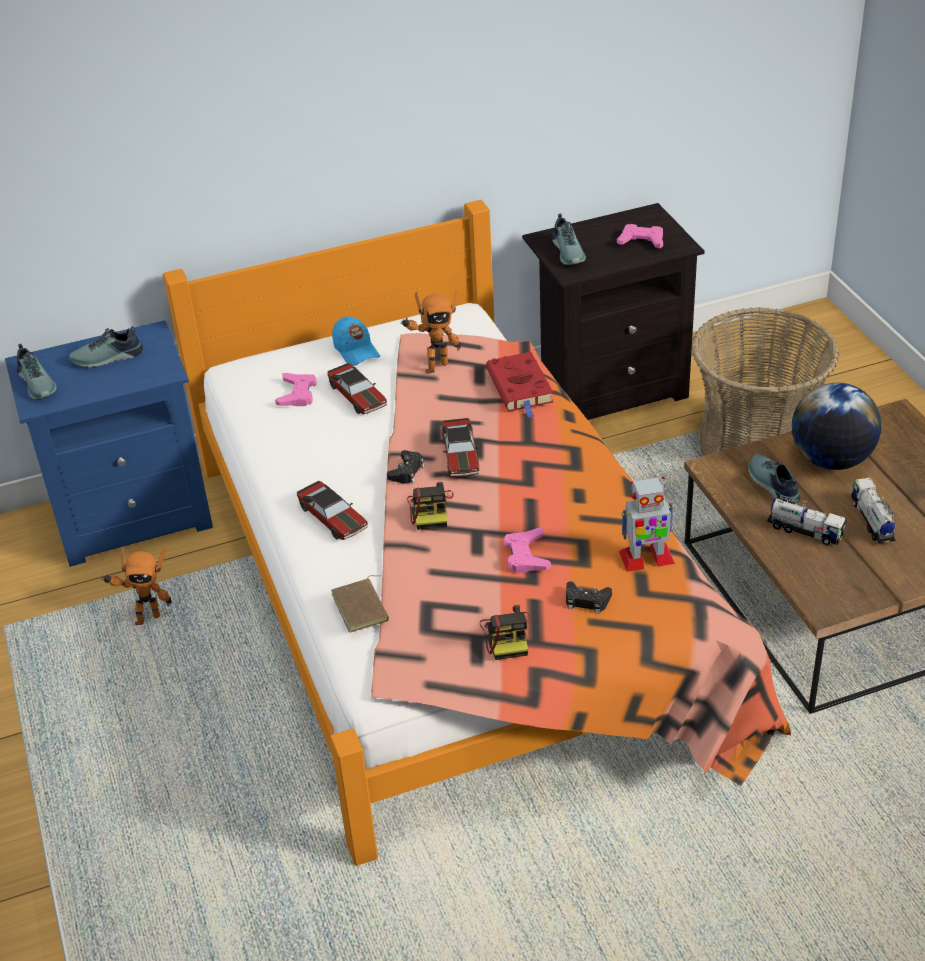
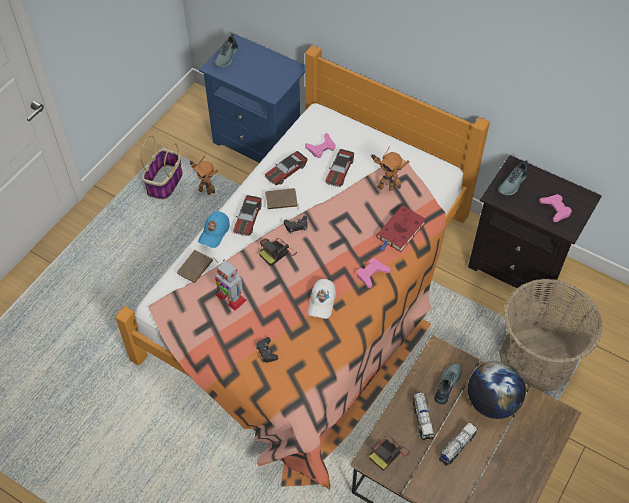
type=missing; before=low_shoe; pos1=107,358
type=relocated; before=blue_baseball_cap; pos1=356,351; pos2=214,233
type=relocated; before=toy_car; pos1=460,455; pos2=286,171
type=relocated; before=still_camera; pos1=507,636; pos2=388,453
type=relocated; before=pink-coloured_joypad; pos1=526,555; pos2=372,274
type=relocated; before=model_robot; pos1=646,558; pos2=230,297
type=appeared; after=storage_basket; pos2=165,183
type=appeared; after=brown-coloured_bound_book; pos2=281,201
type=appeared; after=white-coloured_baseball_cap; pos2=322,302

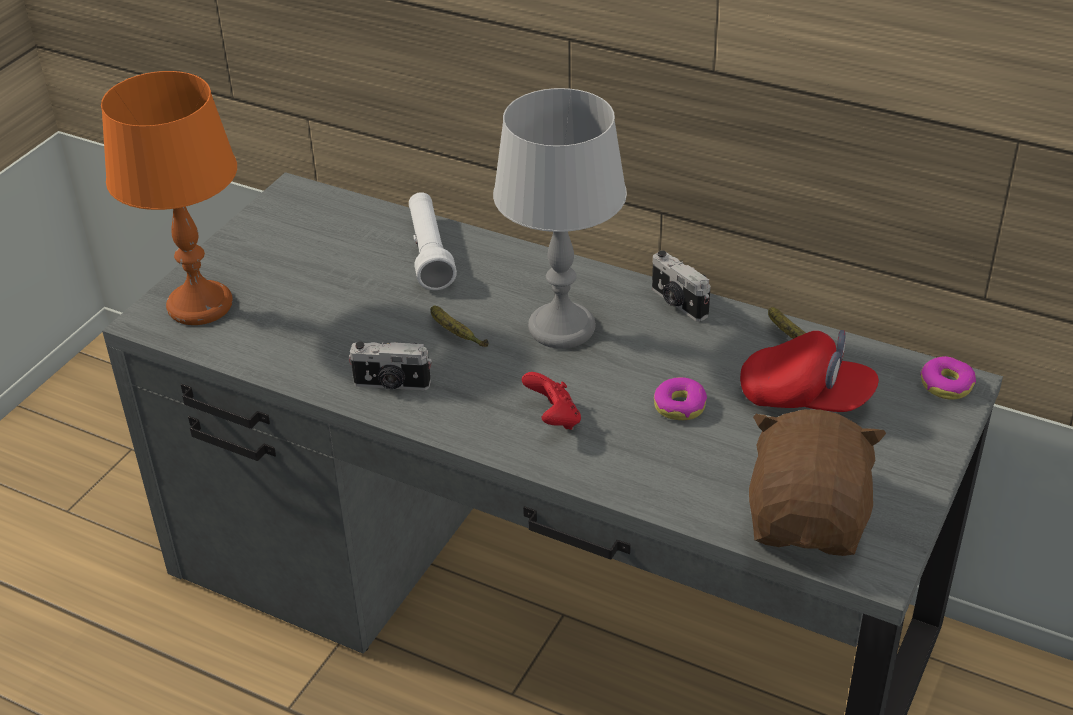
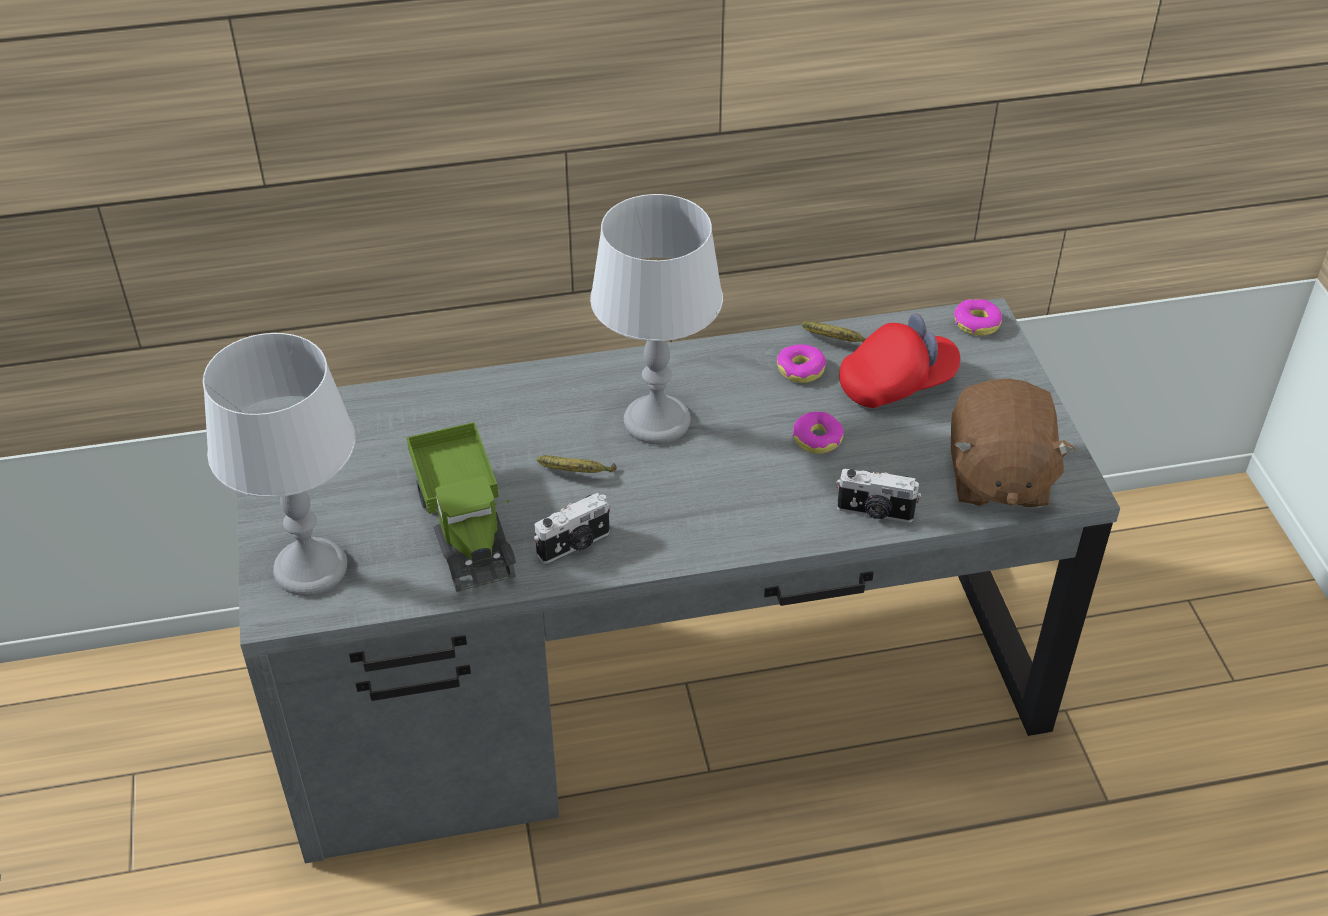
type=colour; before=orange_tabletop_lamp; after=grey_tabletop_lamp; pos1=199,305; pos2=310,570
type=missing; before=white-coloured_torch; pos1=429,252
type=missing; before=red-coloured_joypad; pos1=553,419
type=relocated; before=still_camera; pos1=677,303; pos2=875,512
type=spun; before=brown-coloured_soft_toy; pos1=808,520; pos2=997,477; turn=-150
type=appeared; after=toy_lorry; pos2=466,525
type=appeared; after=donut; pos2=801,369

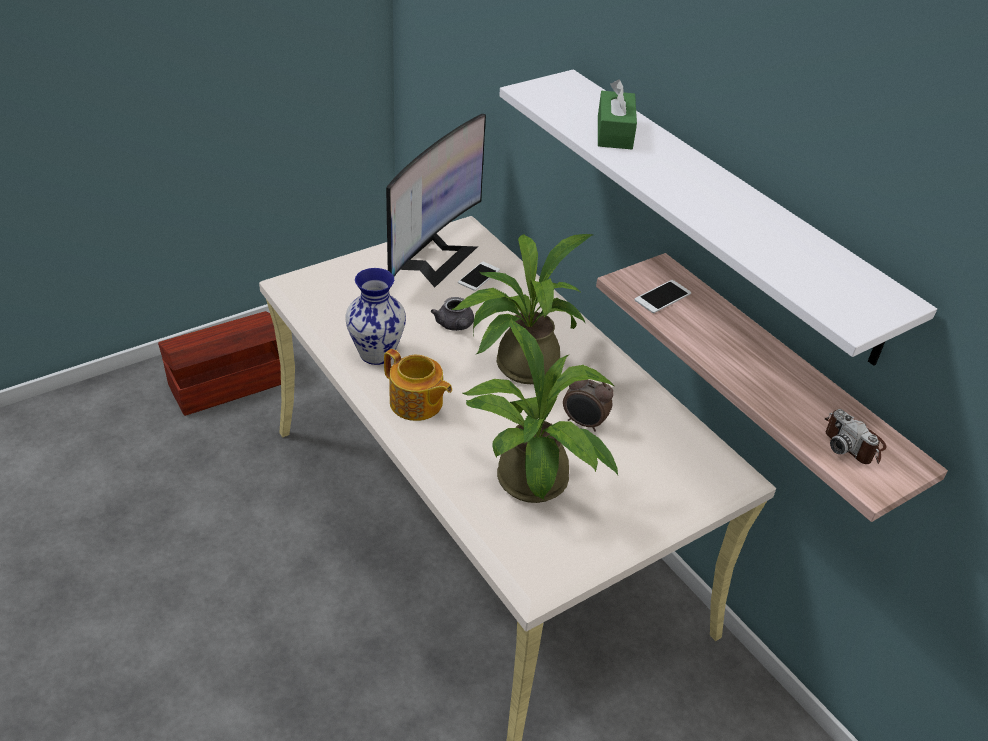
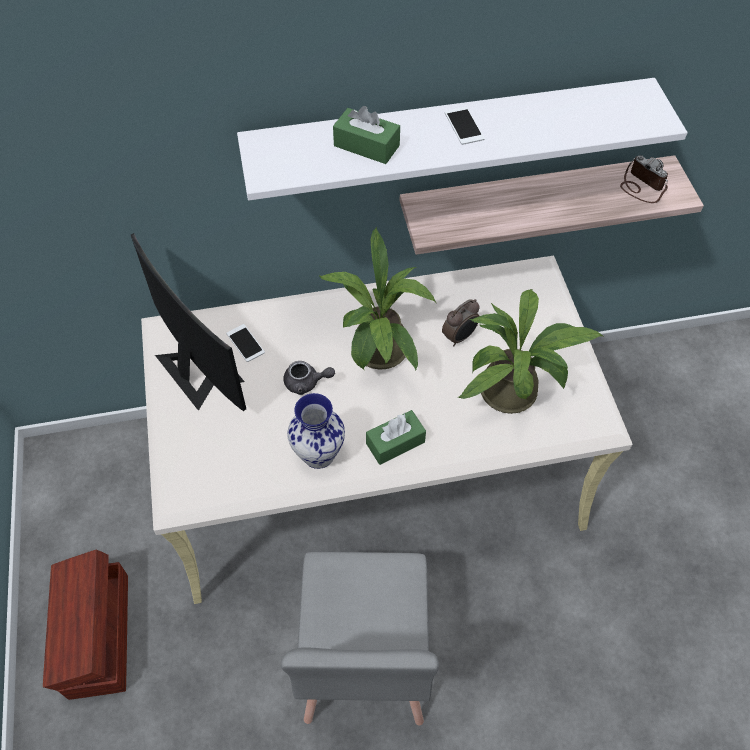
type=exchanged; before=teapot; after=green_tissue_box; pos1=416,403; pos2=395,443
type=relocated; before=telephone; pos1=662,297; pos2=464,126
type=spun; before=still_camera; pos1=853,442; pos2=641,186; turn=-120
type=appeared; after=grey_upright_chair; pos2=363,663

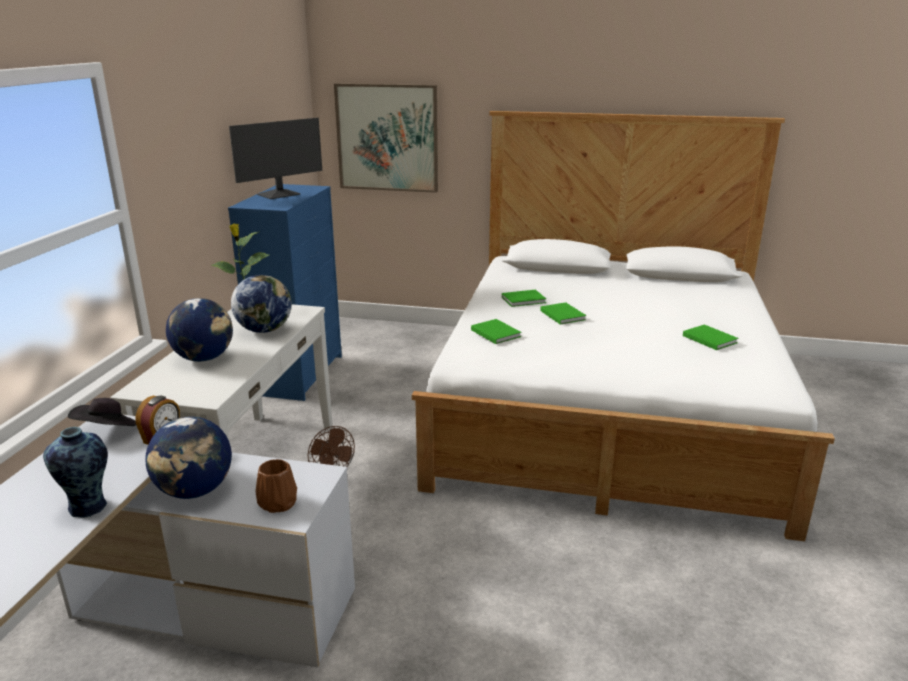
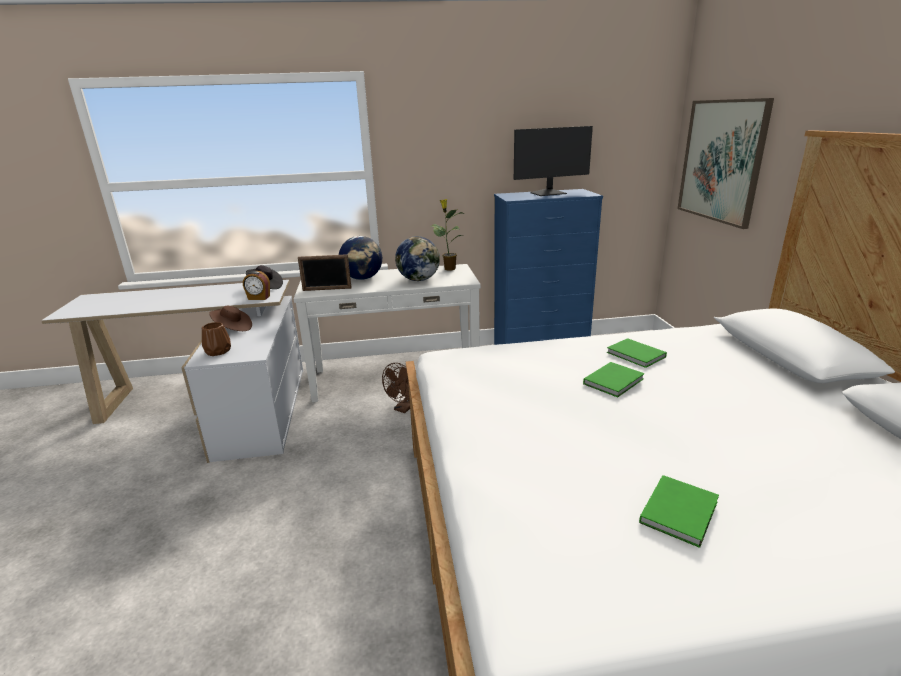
type=missing; before=vase; pos1=88,508
type=exchanged; before=desk_globe; after=brown-coloured_wearable_hat; pos1=195,491; pos2=233,329
type=spun; before=monitor; pos1=279,194; pos2=549,193; turn=-45
type=missing; before=green_bound_book; pos1=495,333
type=appeared; after=standing_frame; pos2=327,289

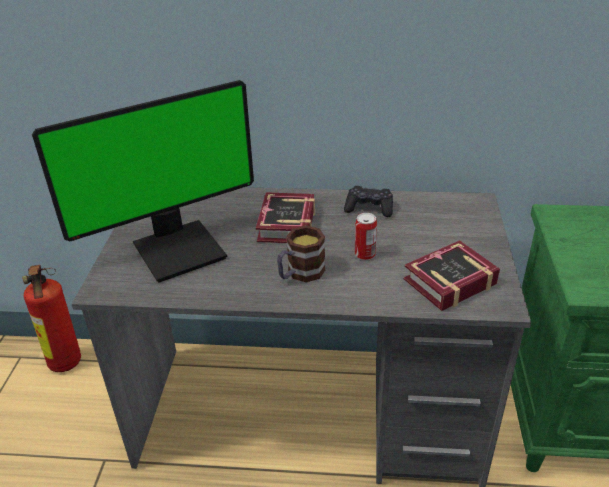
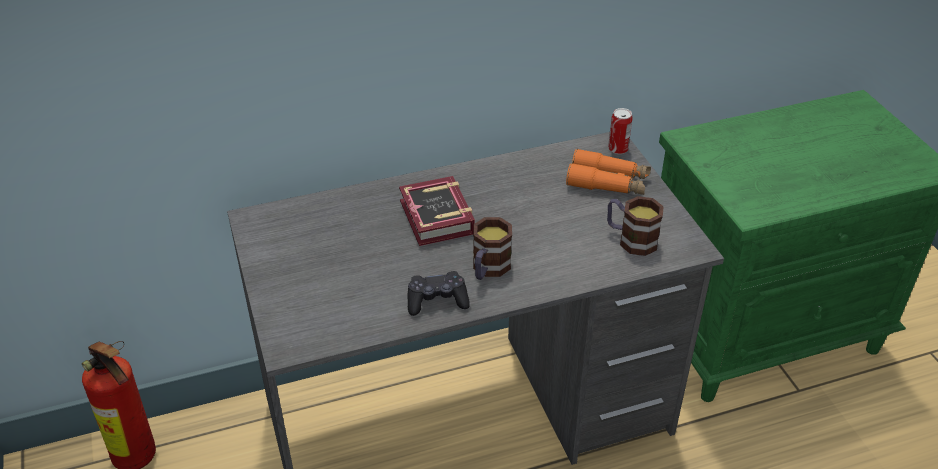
type=missing; before=monitor; pos1=179,249
type=relocated; before=black-coloured_joypad; pos1=369,208; pos2=437,300
type=relocated; before=sealed_can; pos1=365,254; pos2=618,149
type=exchanged; before=bound_book; after=mug; pos1=445,282; pos2=630,239
type=appeared; after=orange_binoculars; pos2=608,182

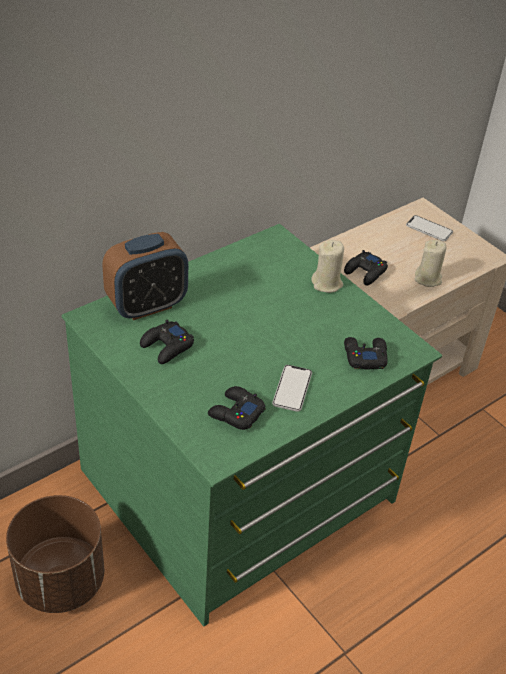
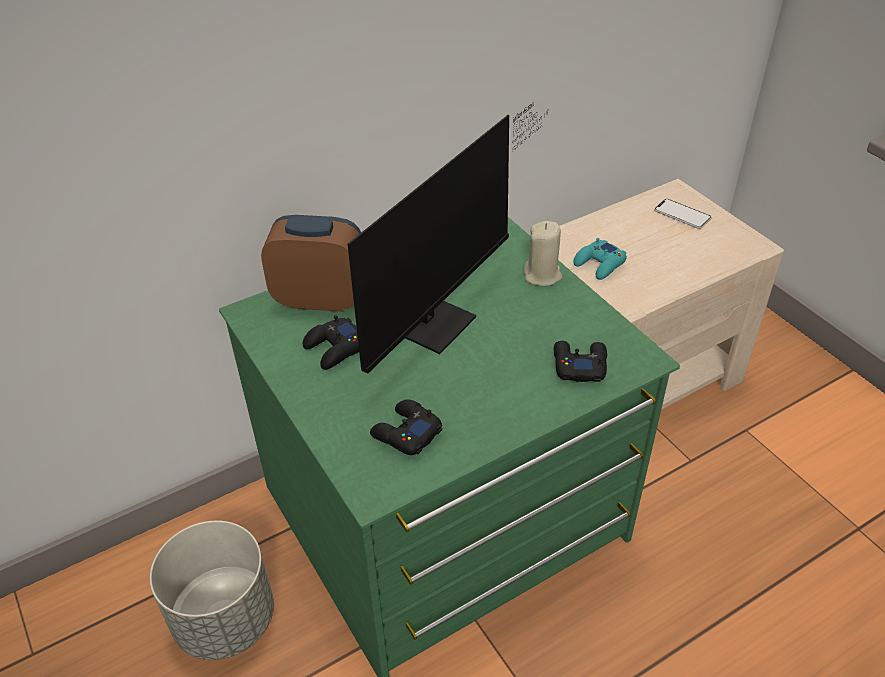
type=colour; before=brown-coloured_flower_pot; after=grey_flower_pot; pos1=61,581; pos2=225,620
type=spun; before=alarm_clock; pos1=147,305; pos2=320,299; turn=-150
type=missing; before=telephone; pos1=292,389
type=colour; before=black-coloured_joypad; after=turquoise-coloured_joypad; pos1=365,272; pos2=599,264
type=missing; before=beige_wax_candle; pos1=428,279
type=appeared; after=monitor; pos2=441,317

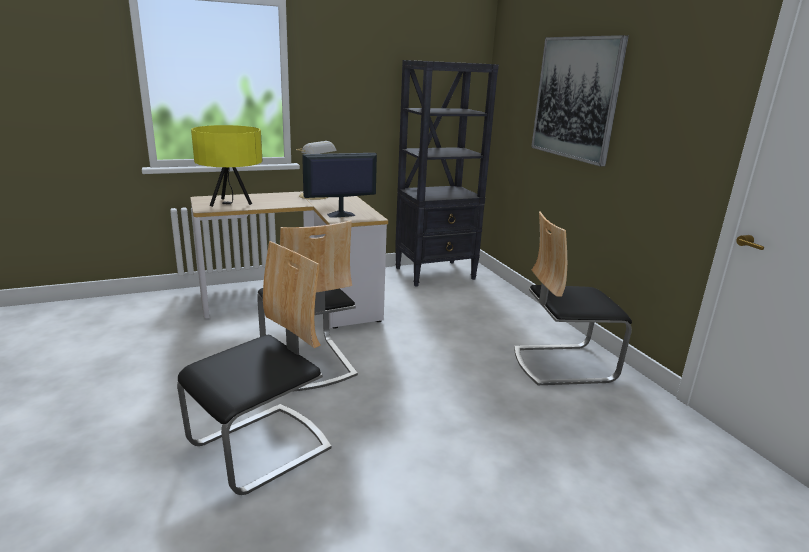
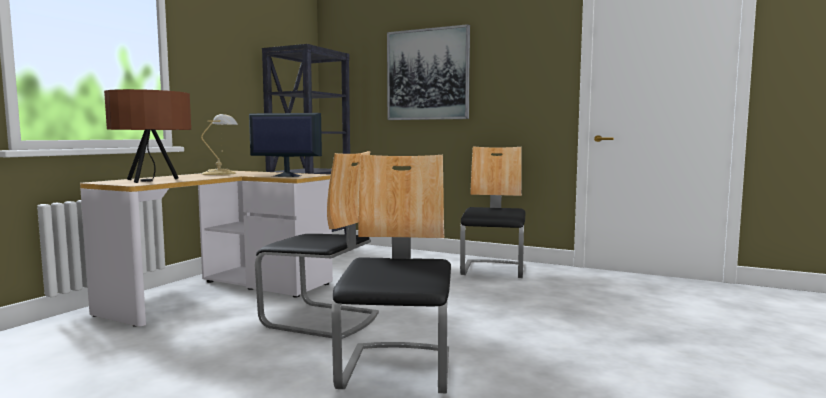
type=colour; before=yellow_tabletop_lamp; after=brown-coloured_tabletop_lamp; pos1=232,204; pos2=153,181
type=spun; before=monitor; pos1=340,215; pos2=286,176; turn=75
type=spun; before=upright_chair; pos1=562,364; pos2=493,270; turn=150

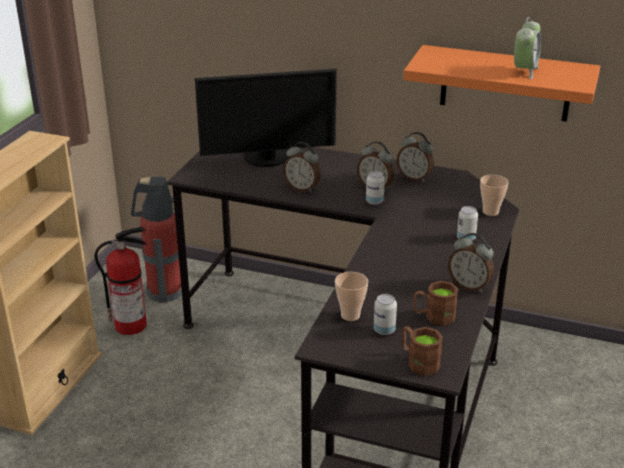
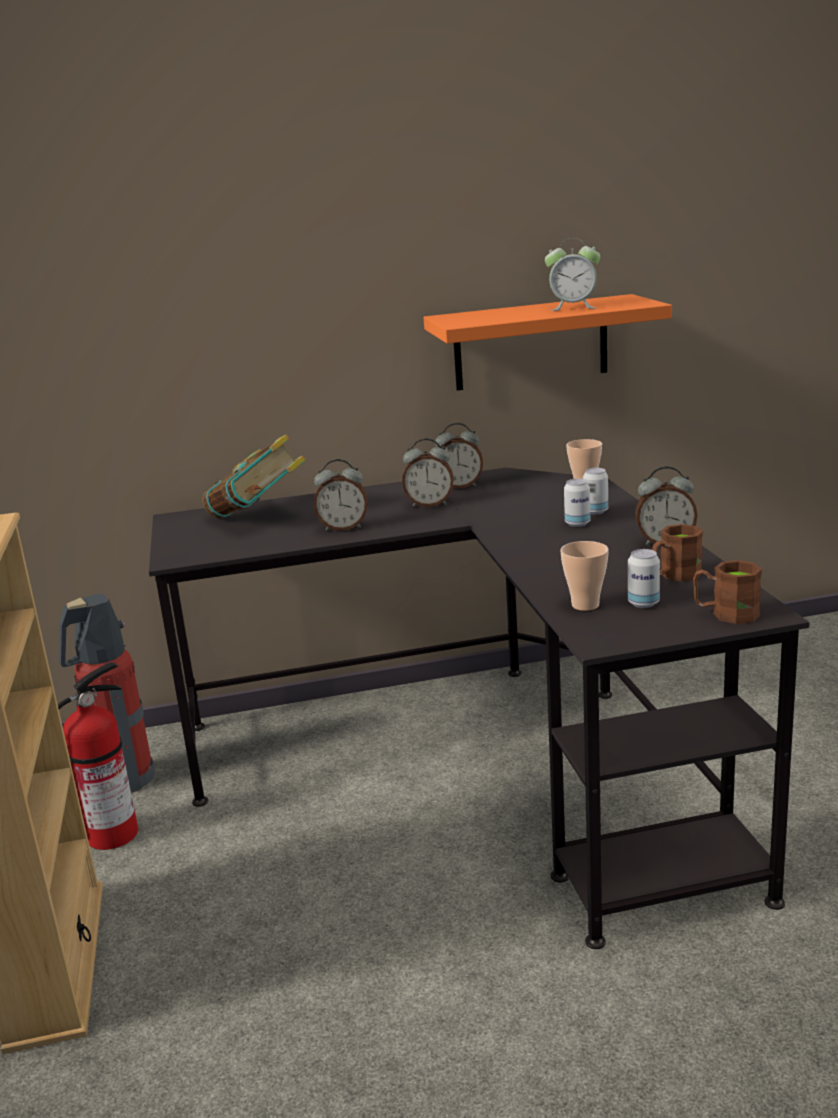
type=exchanged; before=monitor; after=bound_book; pos1=267,159; pos2=258,518
type=relocated; before=sealed_can; pos1=374,201; pos2=577,523
type=spun; before=alarm_clock; pos1=524,71; pos2=573,307; turn=105

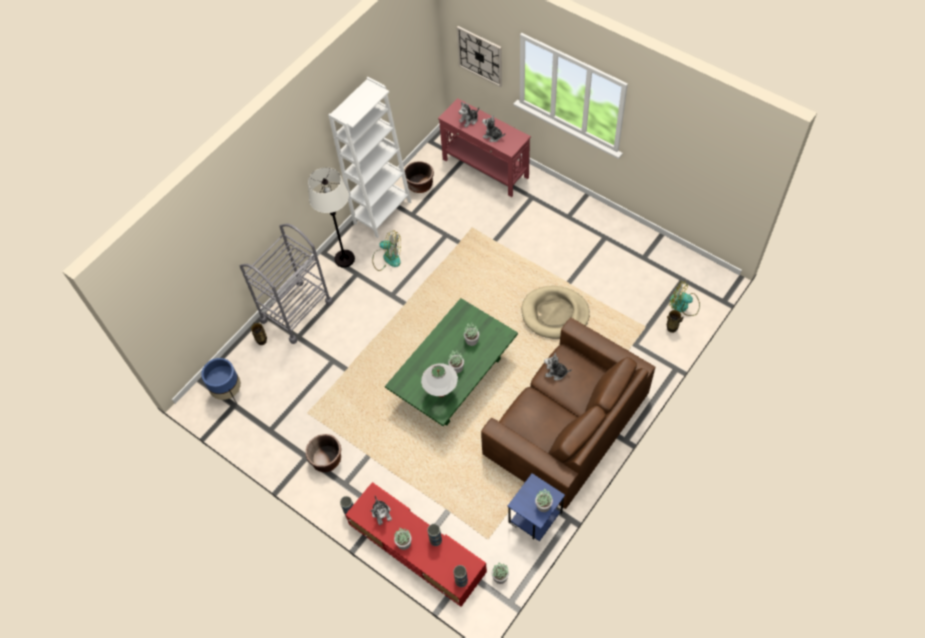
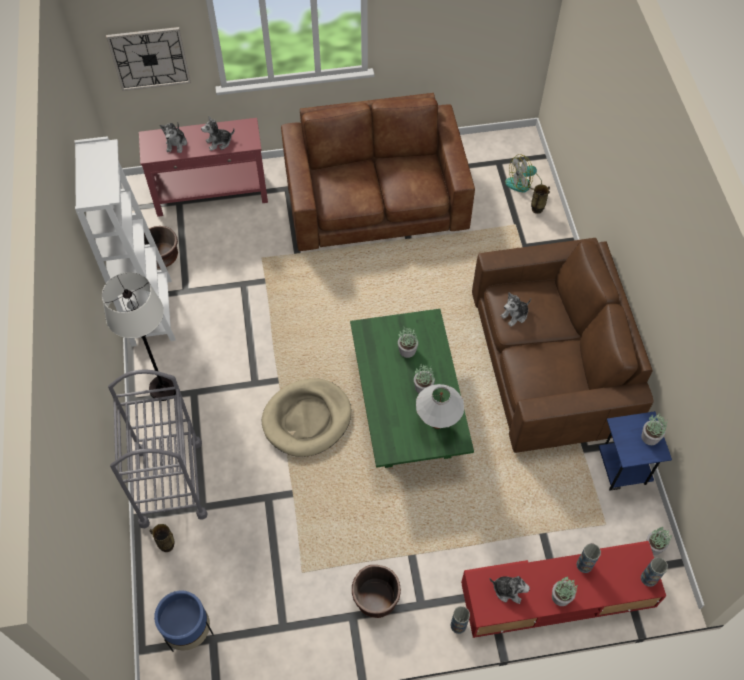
type=missing; before=fan; pos1=387,258
type=relocated; before=beige_dog_cushion; pos1=555,314; pos2=307,419
type=appeared; after=brown-coloured_sofa; pos2=376,199

